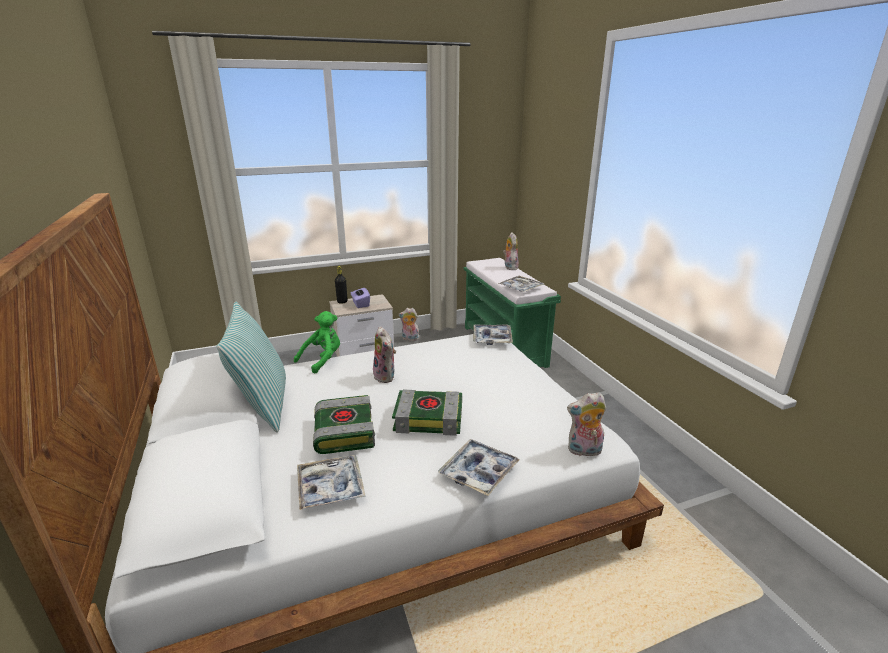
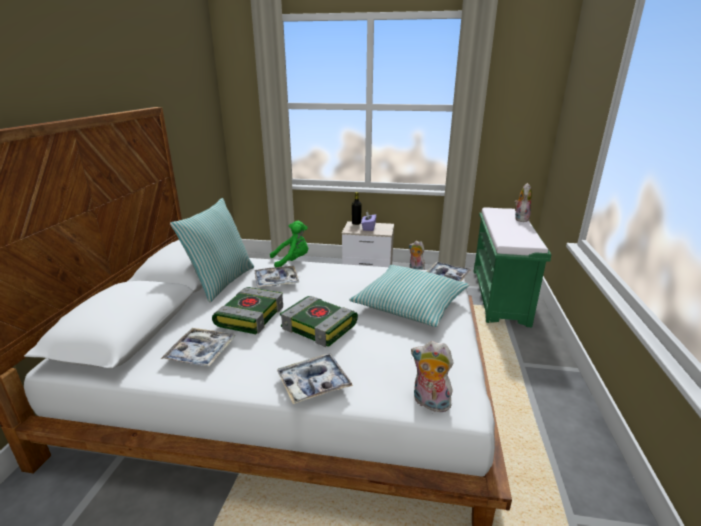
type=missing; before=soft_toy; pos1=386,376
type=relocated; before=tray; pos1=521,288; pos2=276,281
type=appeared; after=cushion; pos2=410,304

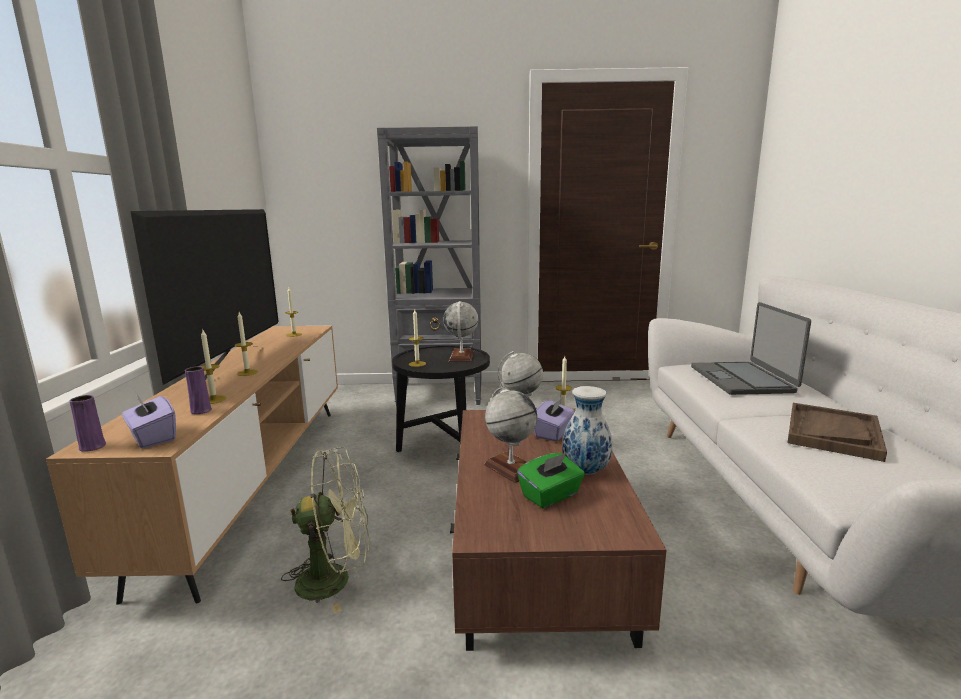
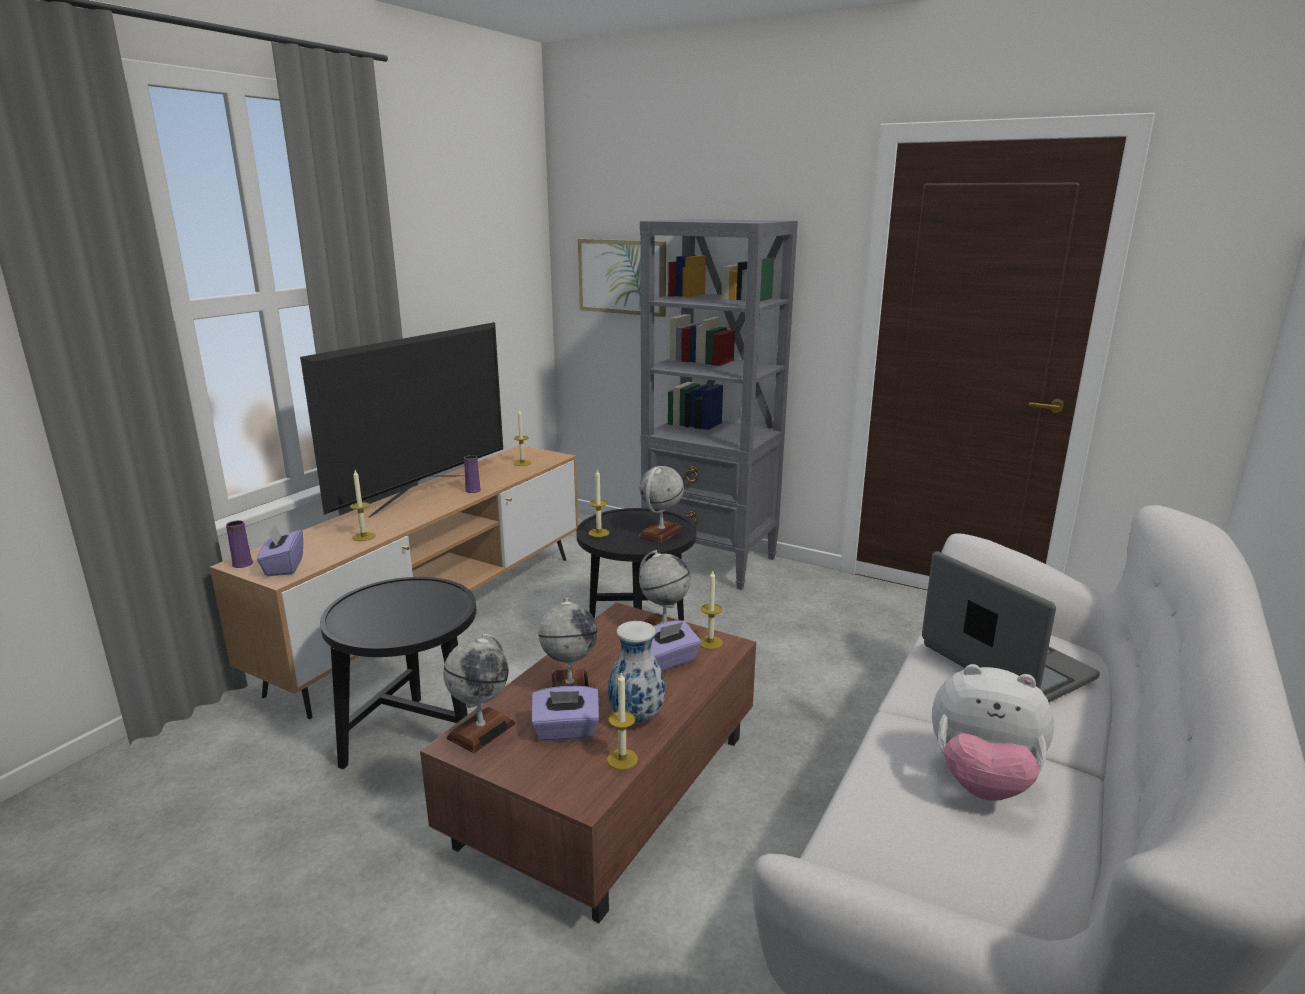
type=relocated; before=purple_vase; pos1=201,411; pos2=473,490
type=relocated; before=wax_candle; pos1=247,373; pos2=622,759
type=exchanged; before=green_fan; after=black-coloured_accent_table; pos1=335,579; pos2=415,740
type=colour; before=green_tissue_box; after=purple_tissue_box; pos1=551,496; pos2=566,731
type=spun; before=laptop; pos1=742,379; pos2=1004,663; turn=120
type=exchanged; before=brown-coloured_tray; after=soft_toy; pos1=832,433; pos2=982,781
type=appeared; after=desk_globe; pos2=481,730
type=appeared; after=wall_art; pos2=622,276

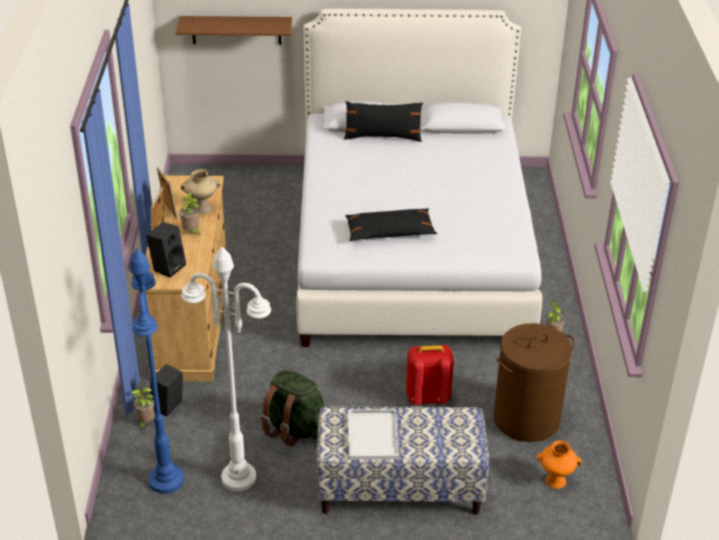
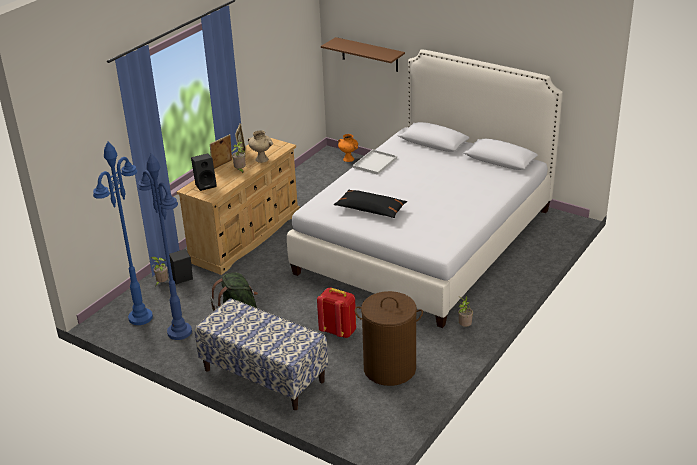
type=colour; before=white-coloured_standing_lamp; after=blue_standing_lamp; pos1=238,478; pos2=179,332
type=missing; before=black-coloured_cushion; pos1=383,137
type=relocated; before=white-coloured_tray; pos1=372,434; pos2=375,162
type=relocated; before=orange_vase; pos1=556,481; pos2=349,159

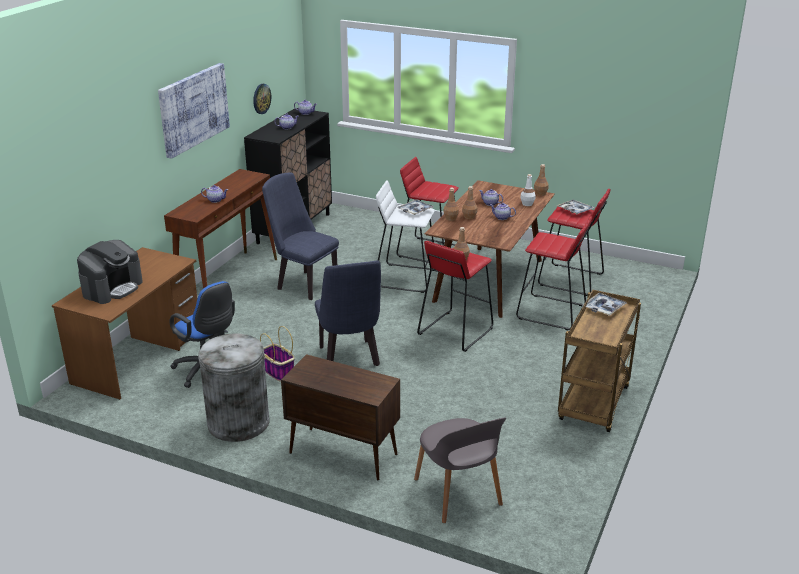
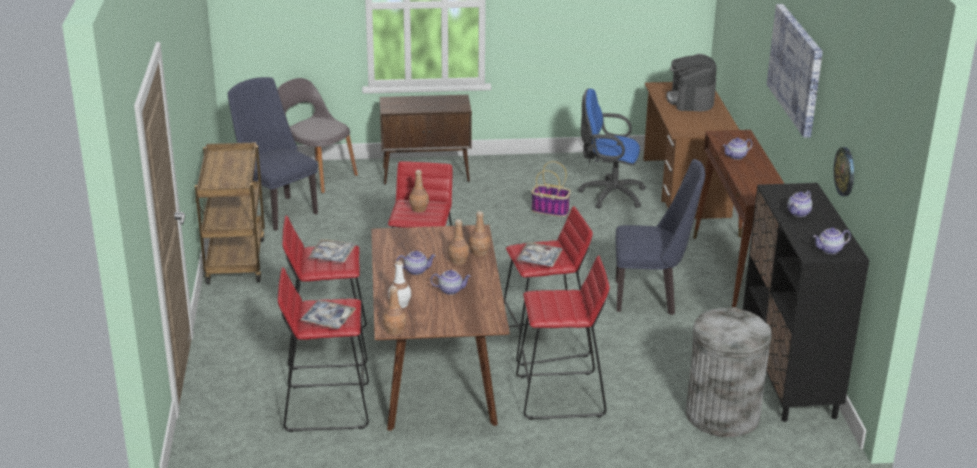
type=relocated; before=grey_rubbish_bin; pos1=238,423; pos2=722,414
type=relocated; before=blue_upright_chair; pos1=350,359; pos2=277,211
type=colour; before=white-coloured_stool; after=red-coloured_stool; pos1=405,278; pos2=545,342
type=relocated; before=tray; pos1=603,308; pos2=332,255

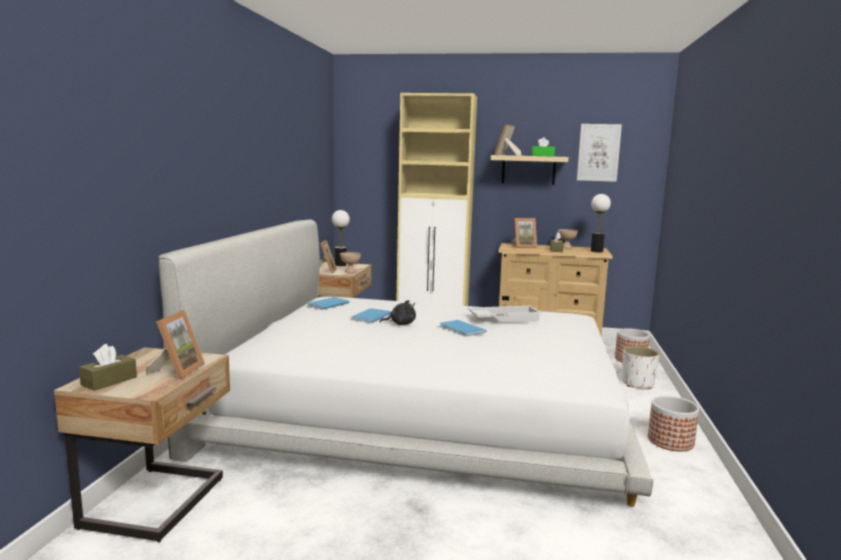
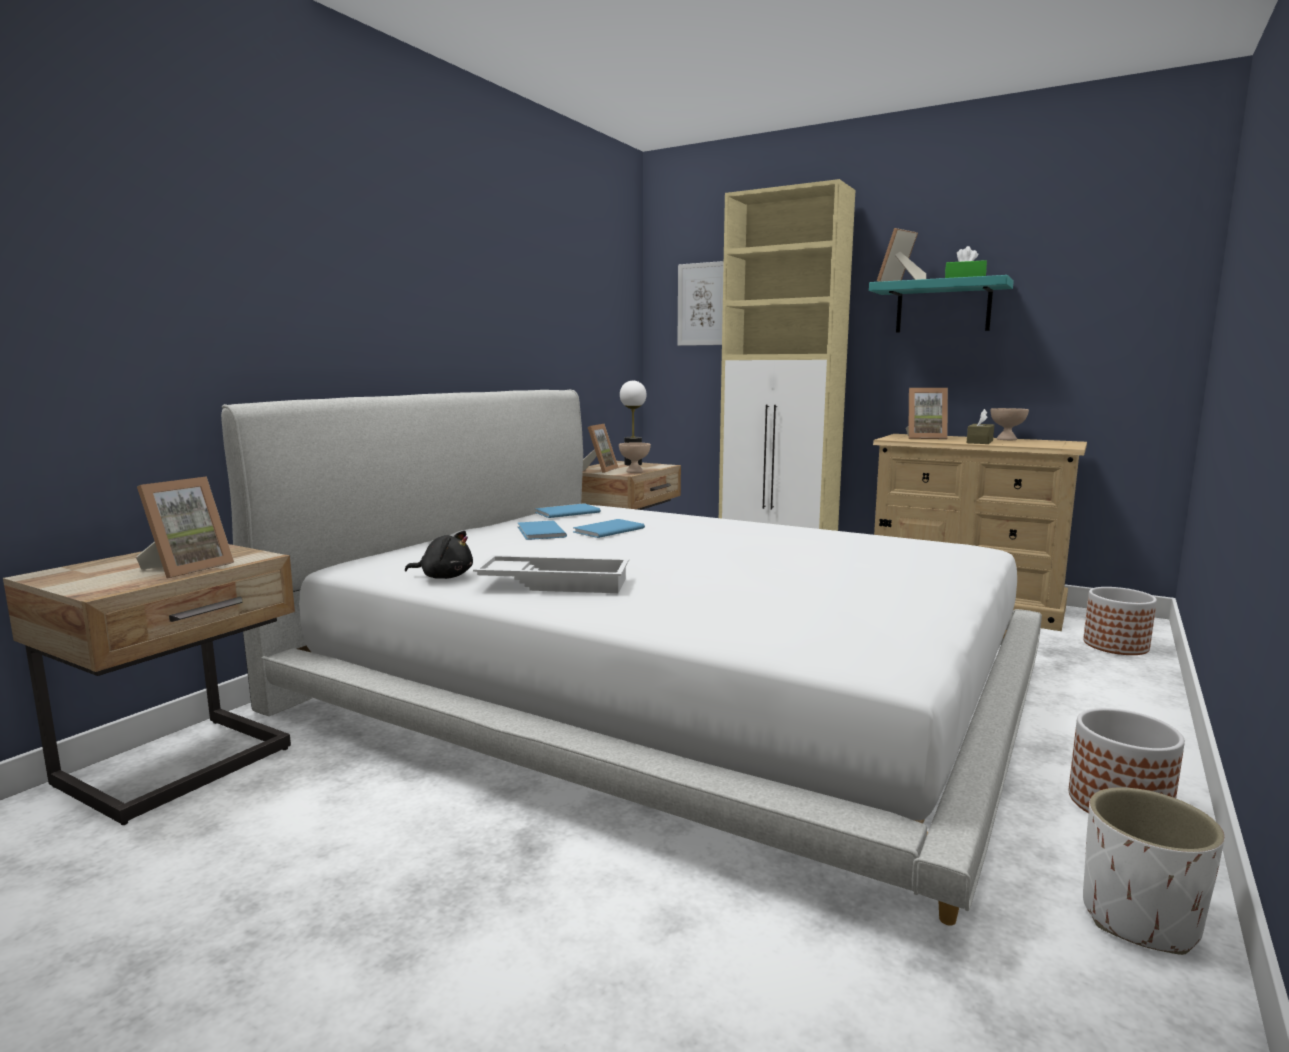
type=missing; before=brown-coloured_tissue_box; pos1=109,381
type=relocated; before=black-coloured_soft_toy; pos1=400,324; pos2=444,577
type=relocated; before=blue_bound_book; pos1=461,329; pos2=539,532
type=relocated; before=white-coloured_tray; pos1=504,318; pos2=555,583
type=colour; before=beige_bracket_shelf; after=turquoise-coloured_bracket_shelf; pos1=528,170; pos2=943,307
type=relocated; before=wall_art; pos1=598,152; pos2=703,304
type=missing; before=tabletop_lamp; pos1=596,251
type=relocated; before=white-coloured_flower_pot; pos1=638,384; pos2=1140,920

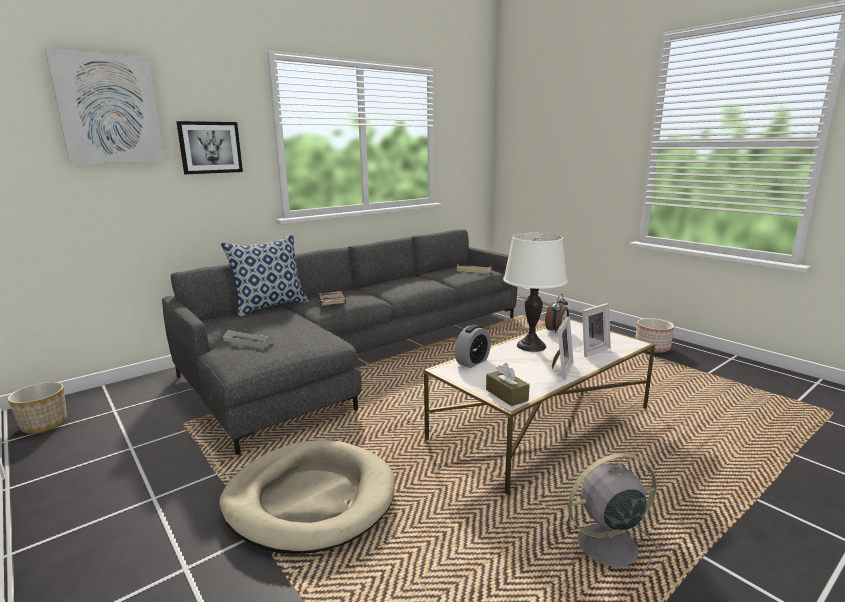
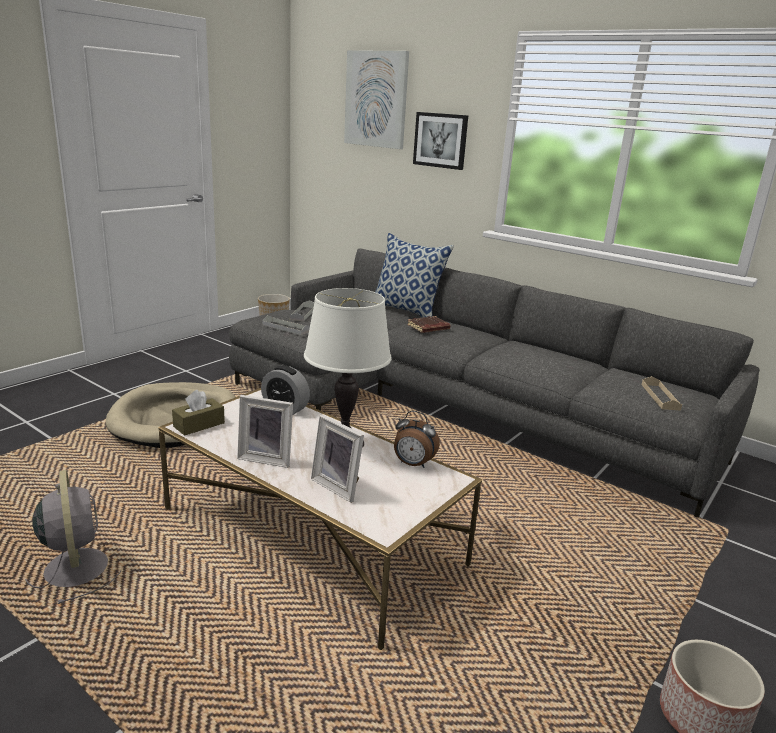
type=appeared; after=grey_tray; pos2=286,328

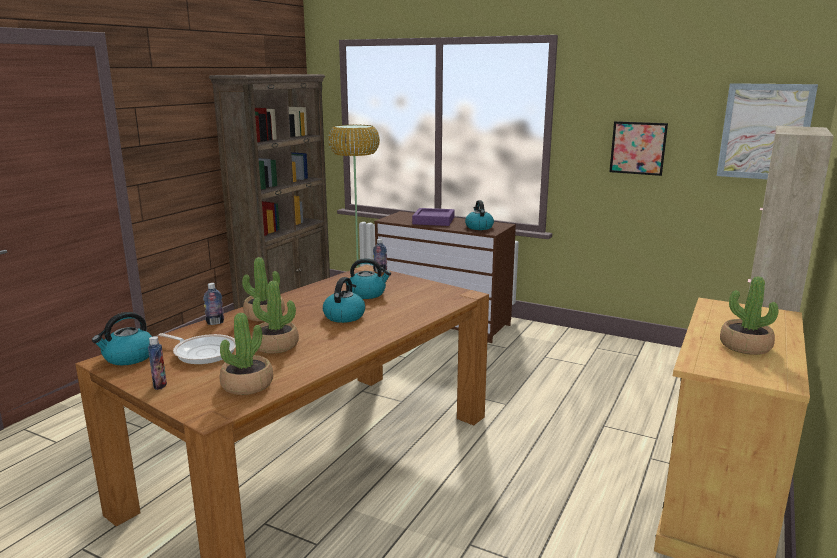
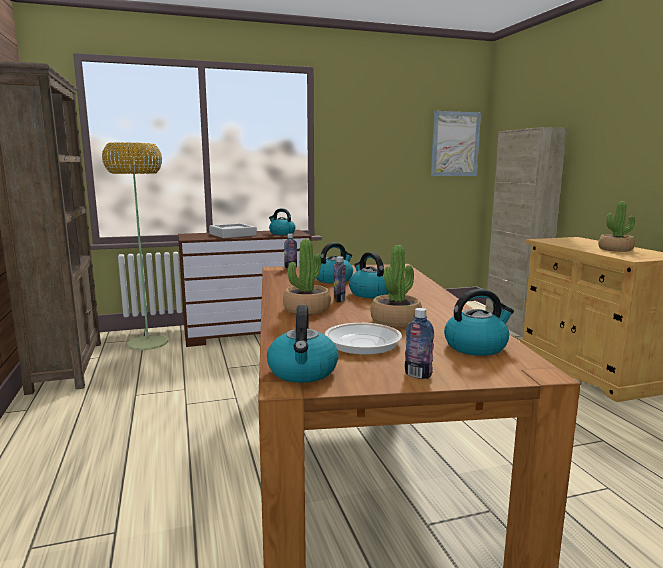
type=relocated; before=bottle; pos1=215,323; pos2=339,300
type=exchanged; before=houseplant; after=tea_kettle; pos1=247,385; pos2=476,346
type=colour; before=purple_tray; after=grey_tray; pos1=433,221; pos2=232,234
type=missing; before=wall_art; pos1=638,148

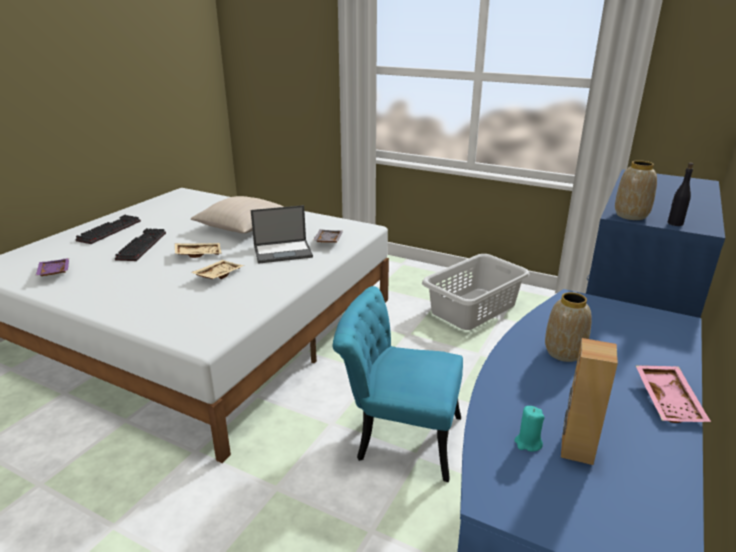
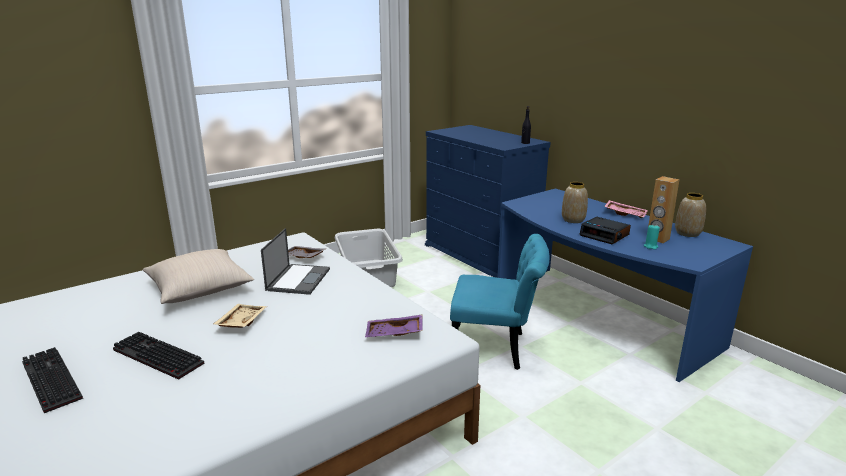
type=relocated; before=purple_tray; pos1=53,273; pos2=394,334
type=missing; before=beige_tray; pos1=218,275
type=spun; before=turquoise-coloured_upright_chair; pos1=398,436; pos2=496,348; turn=-120
type=relocated; before=vase; pos1=631,215; pos2=687,233
type=appeared; after=alarm_clock; pos2=605,235

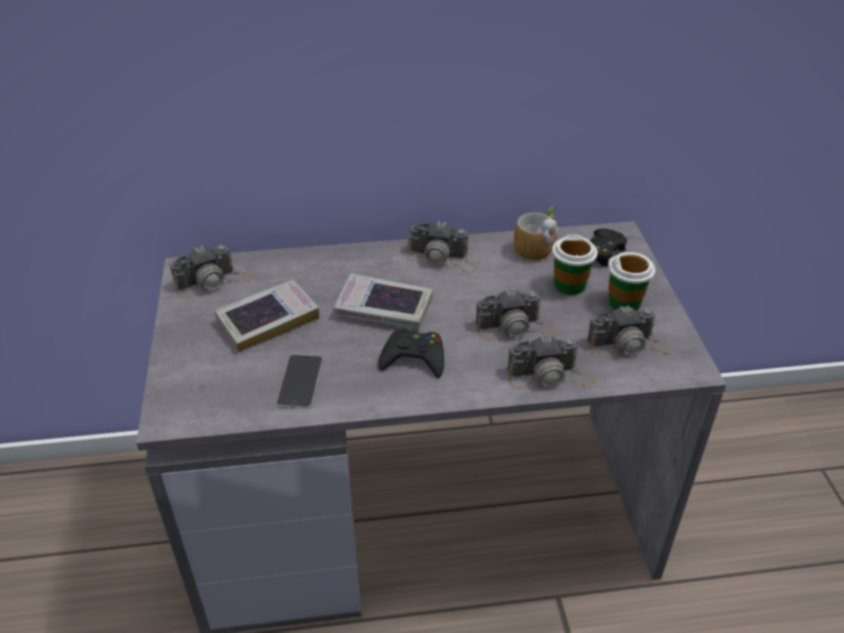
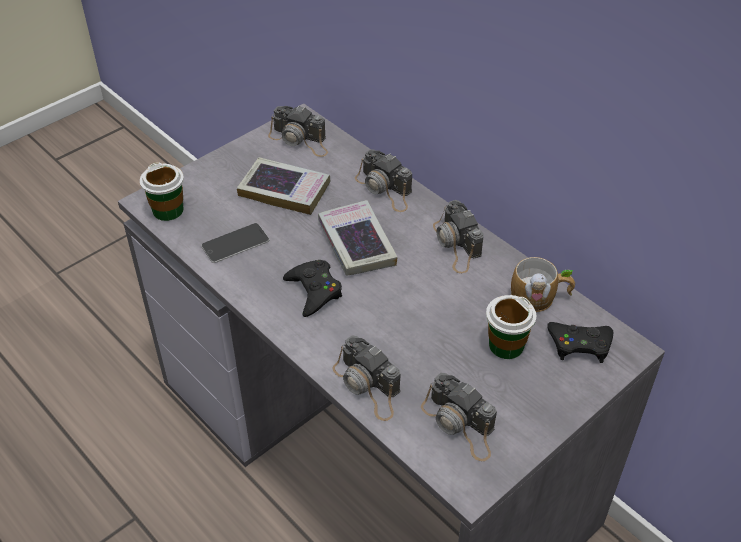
type=relocated; before=still_camera; pos1=516,327; pos2=385,189
type=relocated; before=cup; pos1=624,302; pos2=168,210

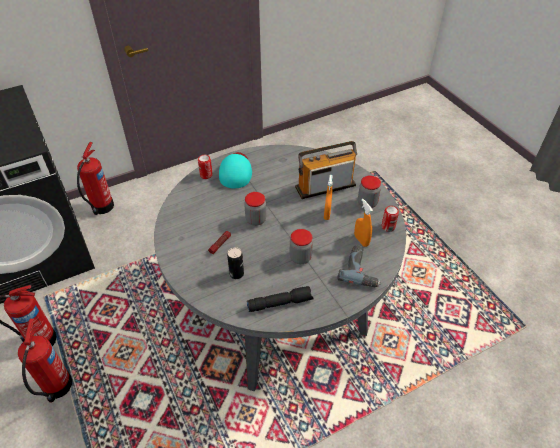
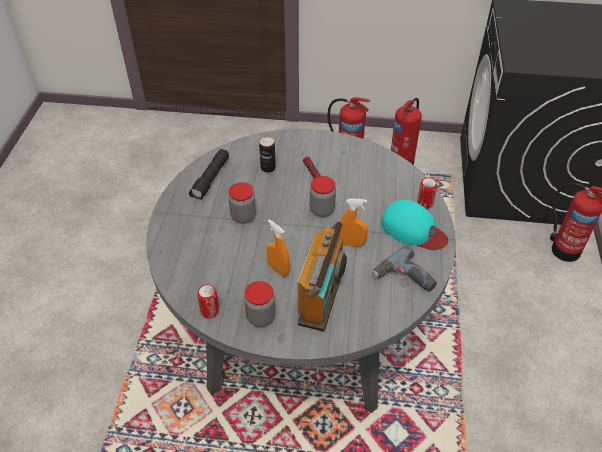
type=relocated; before=drill; pos1=361,270; pos2=404,279
type=relocated; before=orange_hand_sprayer; pos1=361,240; pos2=352,244

